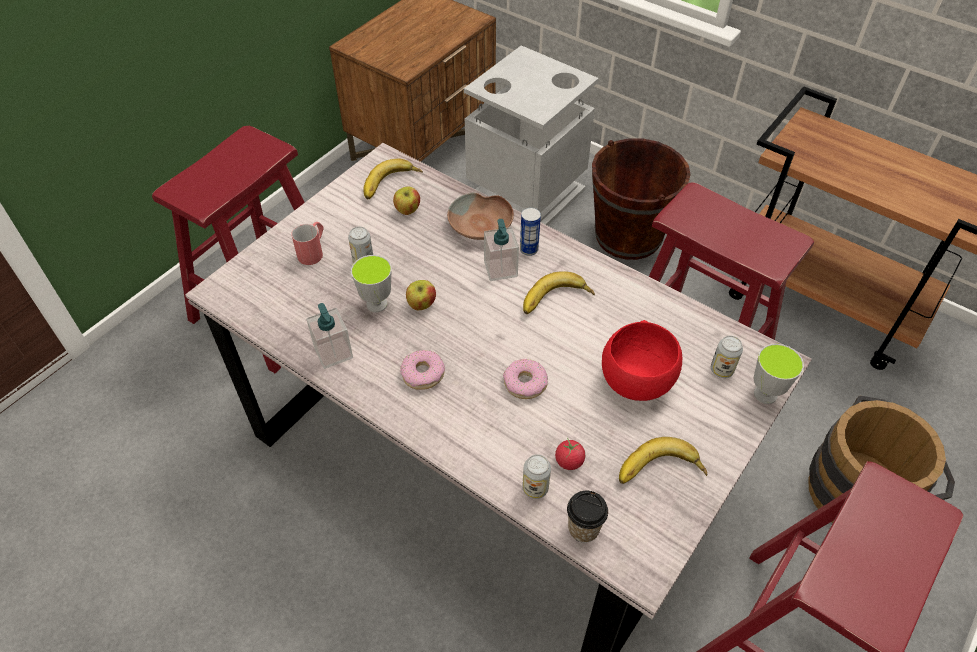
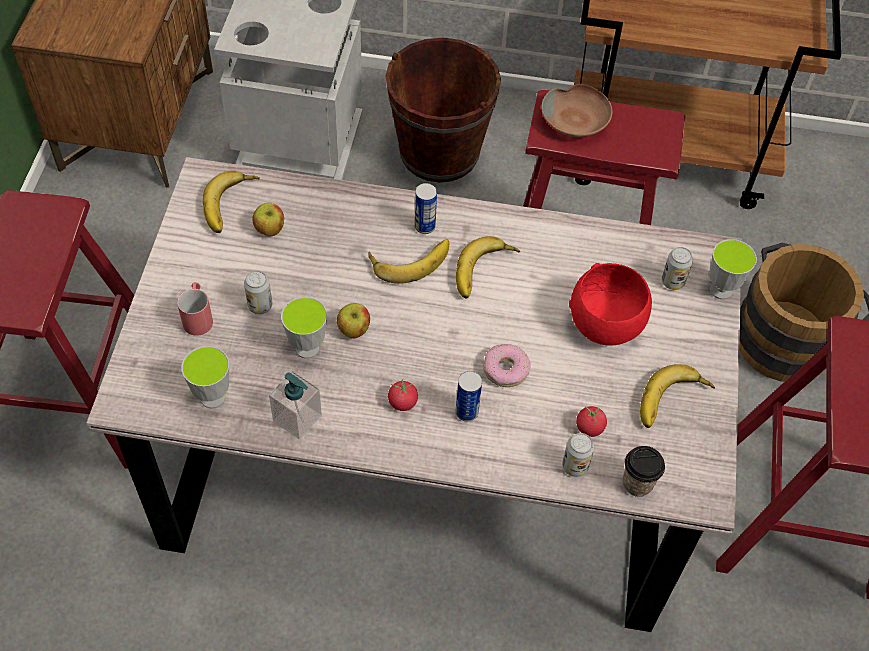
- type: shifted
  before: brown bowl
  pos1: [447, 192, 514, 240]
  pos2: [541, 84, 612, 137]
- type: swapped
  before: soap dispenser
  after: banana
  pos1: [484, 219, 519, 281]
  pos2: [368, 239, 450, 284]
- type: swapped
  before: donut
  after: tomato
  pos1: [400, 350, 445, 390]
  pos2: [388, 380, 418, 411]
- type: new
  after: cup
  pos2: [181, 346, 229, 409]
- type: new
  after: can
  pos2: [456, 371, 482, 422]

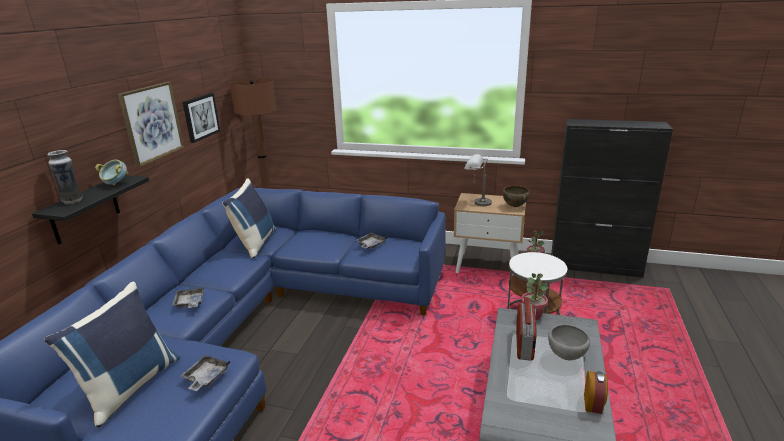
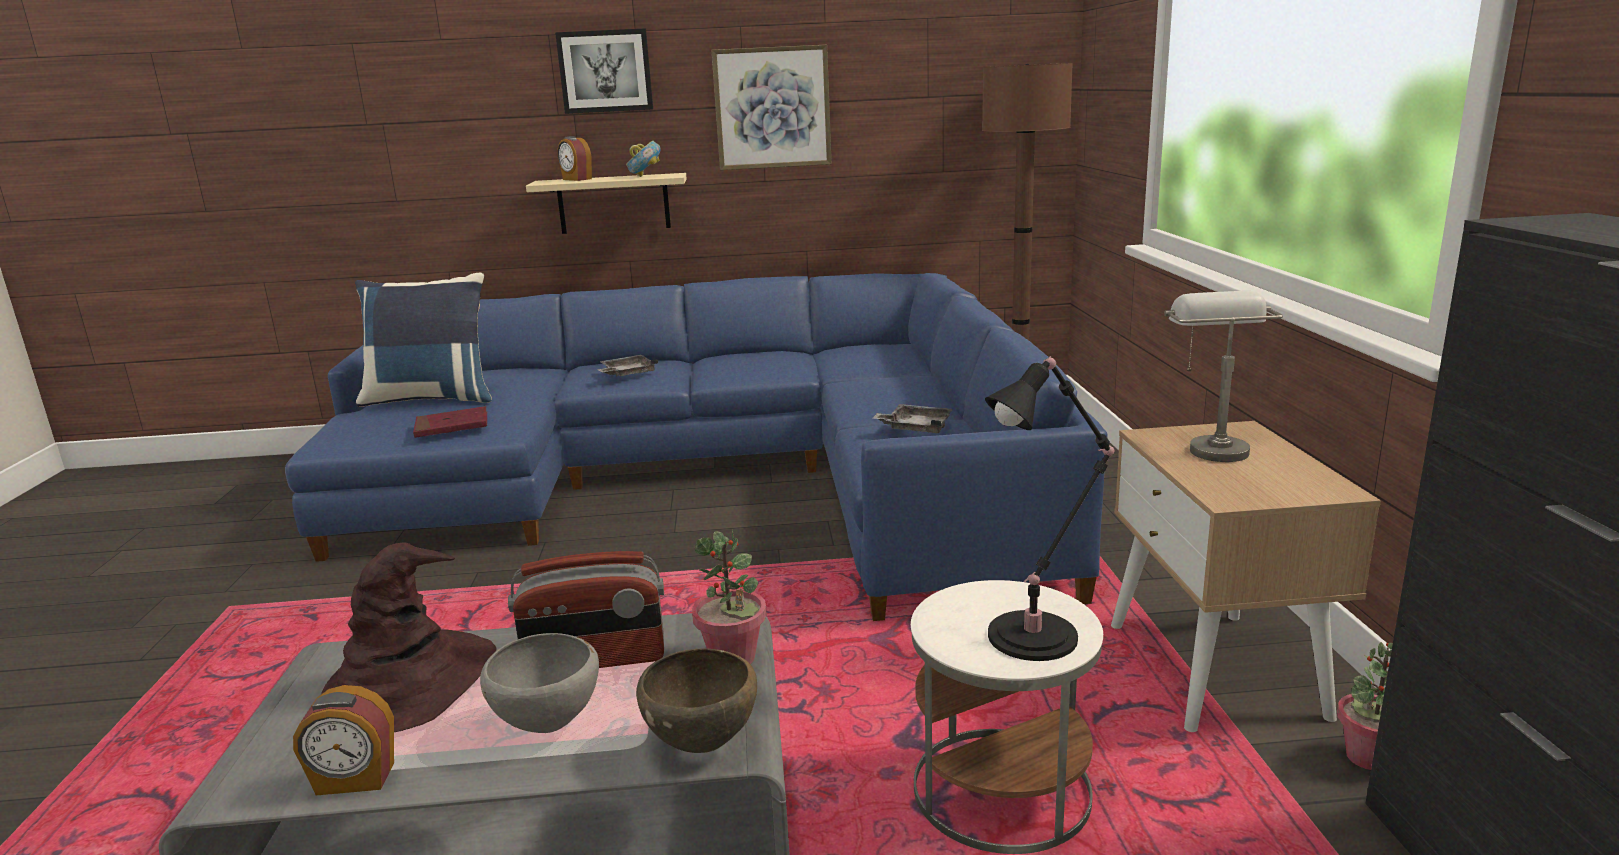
- type: shifted
  before: picture
  pos1: [183, 93, 220, 143]
  pos2: [555, 28, 653, 114]
- type: swapped
  before: vase
  after: alarm clock
  pos1: [47, 150, 83, 204]
  pos2: [557, 136, 592, 181]
- type: repainted
  before: black shelf
  after: beige shelf
  pos1: [32, 175, 149, 245]
  pos2: [526, 173, 687, 234]
- type: gone
  before: blue pillow
  pos1: [222, 178, 276, 259]
- type: shifted
  before: brown bowl
  pos1: [503, 186, 530, 207]
  pos2: [636, 648, 757, 753]
- type: swapped
  before: grey tray
  after: red book
  pos1: [180, 355, 230, 391]
  pos2: [413, 406, 487, 438]
- type: new
  after: black table lamp
  pos2: [985, 356, 1114, 661]
- type: new
  after: brown hat
  pos2: [321, 542, 496, 732]

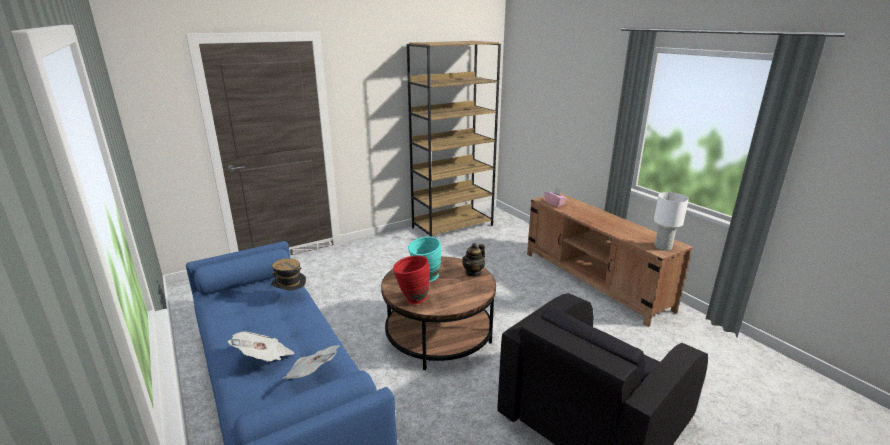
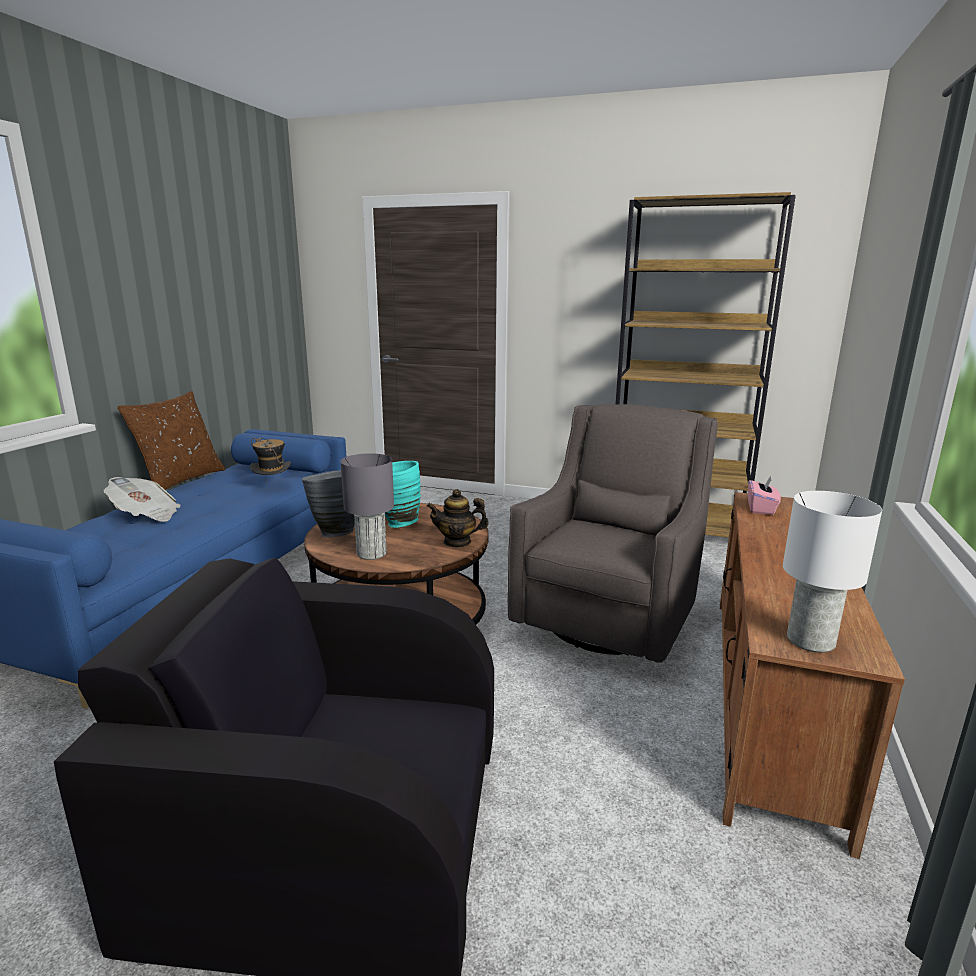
- type: repainted
  before: red vase
  after: grey vase
  pos1: [393, 255, 430, 305]
  pos2: [302, 470, 355, 537]
- type: gone
  before: newspaper
  pos1: [282, 345, 340, 379]
- type: new
  after: brown pillow
  pos2: [118, 391, 225, 490]
- type: new
  after: grey armchair
  pos2: [508, 404, 718, 663]
- type: new
  after: grey table lamp
  pos2: [340, 453, 394, 560]

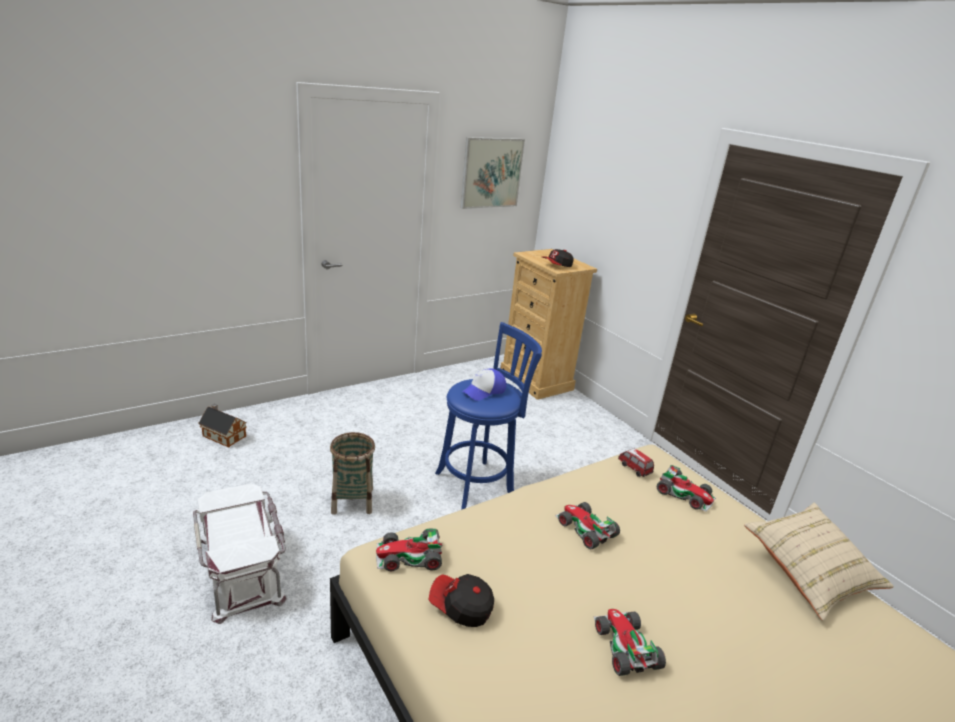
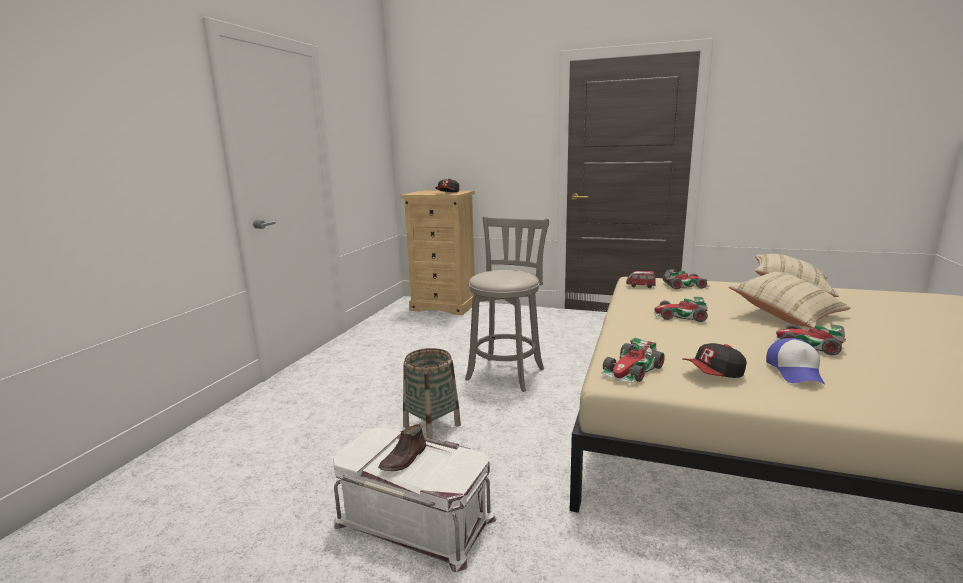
- type: gone
  before: picture
  pos1: [461, 137, 525, 209]
- type: repainted
  before: blue stool
  after: grey stool
  pos1: [435, 322, 542, 510]
  pos2: [465, 216, 549, 392]
- type: shifted
  before: cap
  pos1: [462, 369, 506, 401]
  pos2: [766, 338, 825, 384]
- type: gone
  before: toy house
  pos1: [198, 404, 247, 447]
- type: new
  after: beige pillow
  pos2: [729, 272, 851, 328]
- type: new
  after: brown shoe
  pos2: [378, 424, 427, 471]

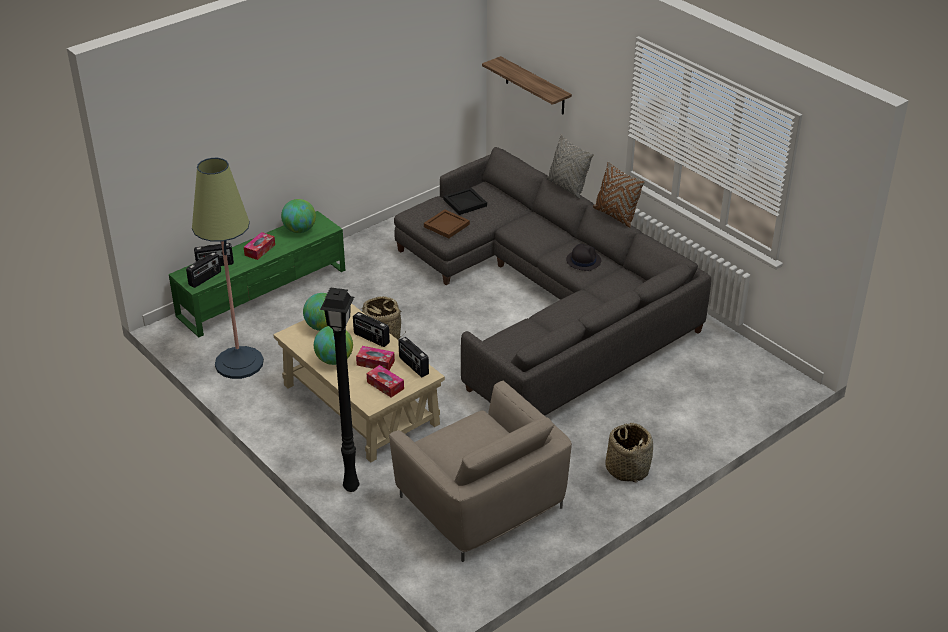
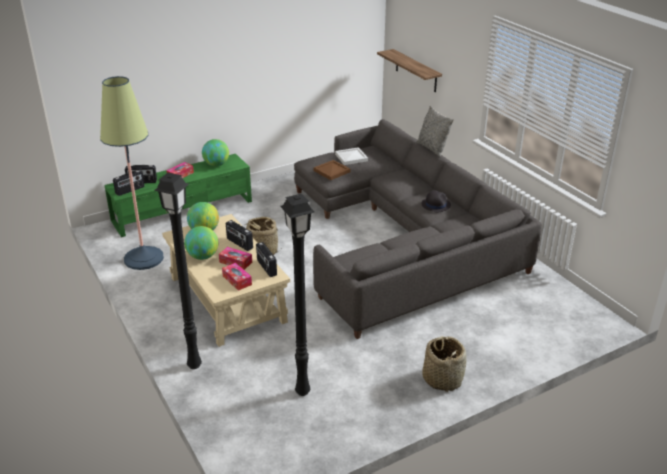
- type: gone
  before: brown pillow
  pos1: [593, 162, 645, 228]
- type: repainted
  before: black tray
  after: white tray
  pos1: [443, 188, 487, 215]
  pos2: [335, 147, 368, 165]
- type: swapped
  before: beige armchair
  after: black floor lamp
  pos1: [389, 381, 572, 562]
  pos2: [280, 194, 315, 396]

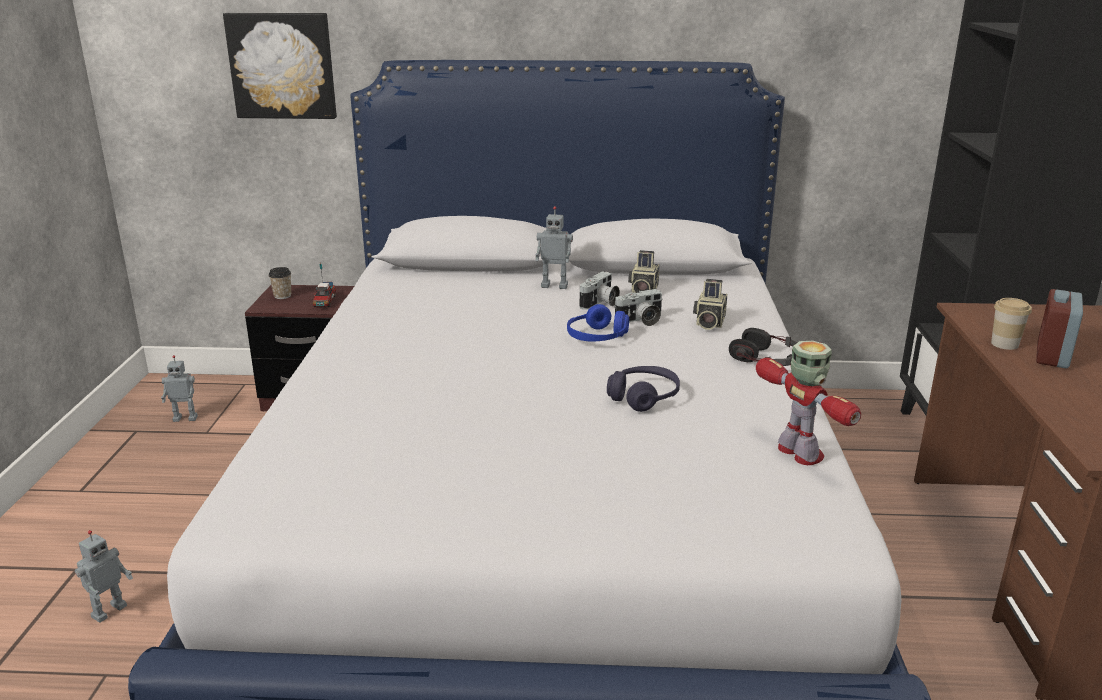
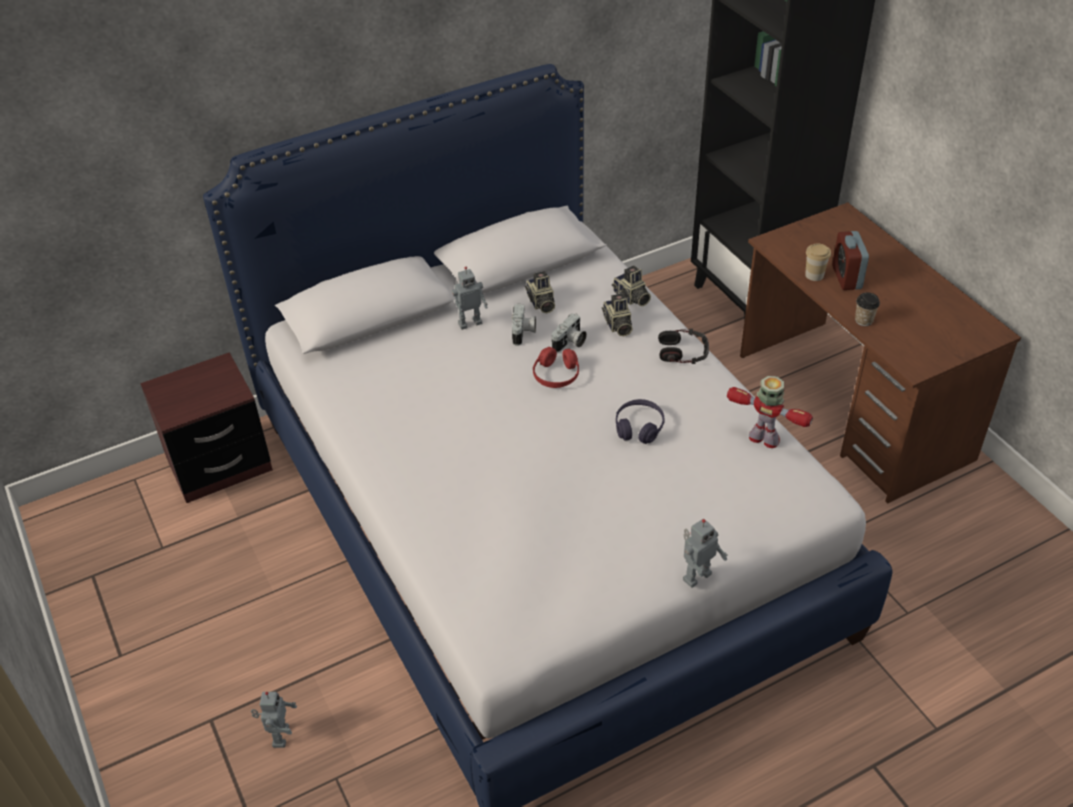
- type: gone
  before: picture
  pos1: [223, 13, 337, 119]
- type: gone
  before: toy truck
  pos1: [313, 262, 336, 307]
- type: shifted
  before: cup
  pos1: [269, 267, 291, 299]
  pos2: [855, 292, 880, 326]
- type: repainted
  before: blue headphones
  after: red headphones
  pos1: [567, 304, 629, 341]
  pos2: [533, 347, 579, 388]
- type: shifted
  before: toy robot
  pos1: [161, 355, 198, 422]
  pos2: [683, 519, 728, 588]
- type: new
  after: photo camera
  pos2: [612, 265, 651, 306]

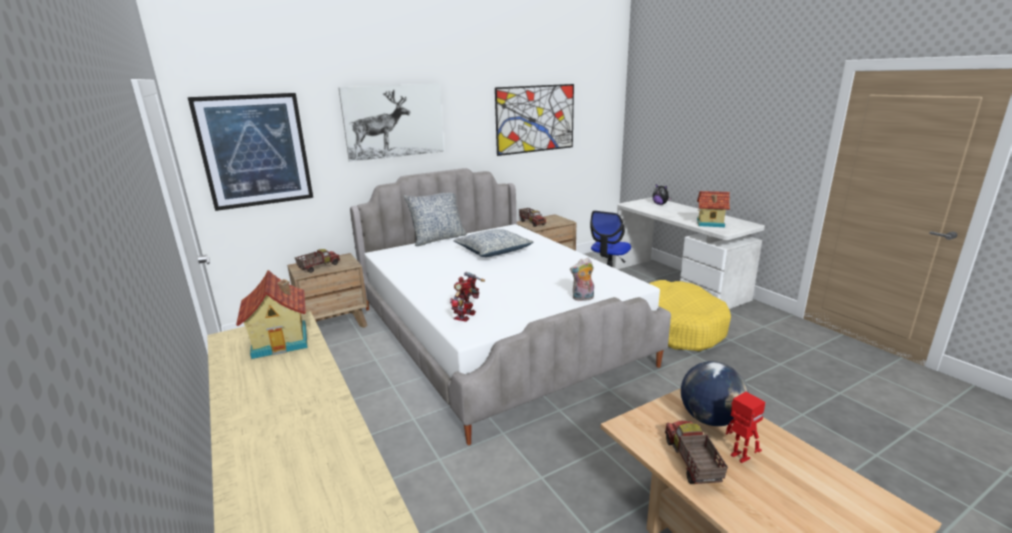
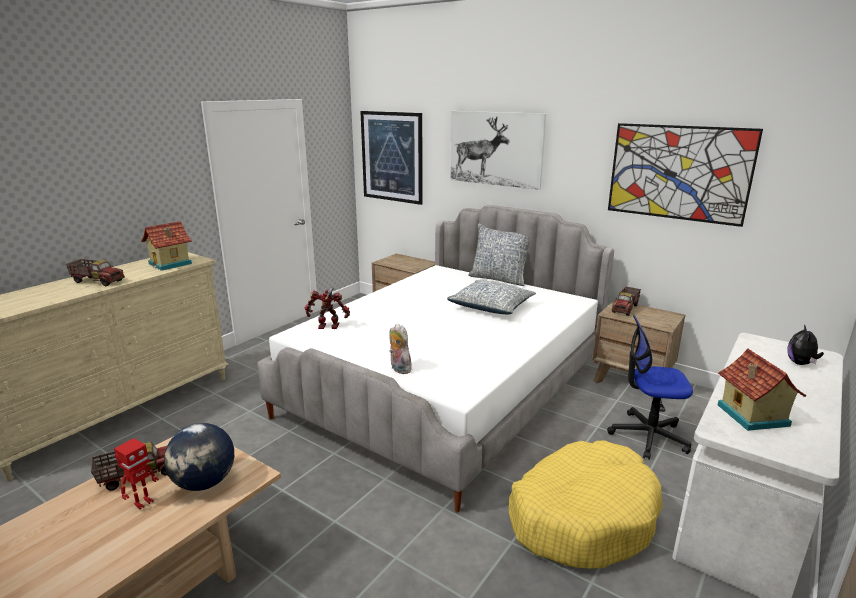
- type: shifted
  before: toy truck
  pos1: [295, 249, 340, 273]
  pos2: [66, 259, 125, 286]

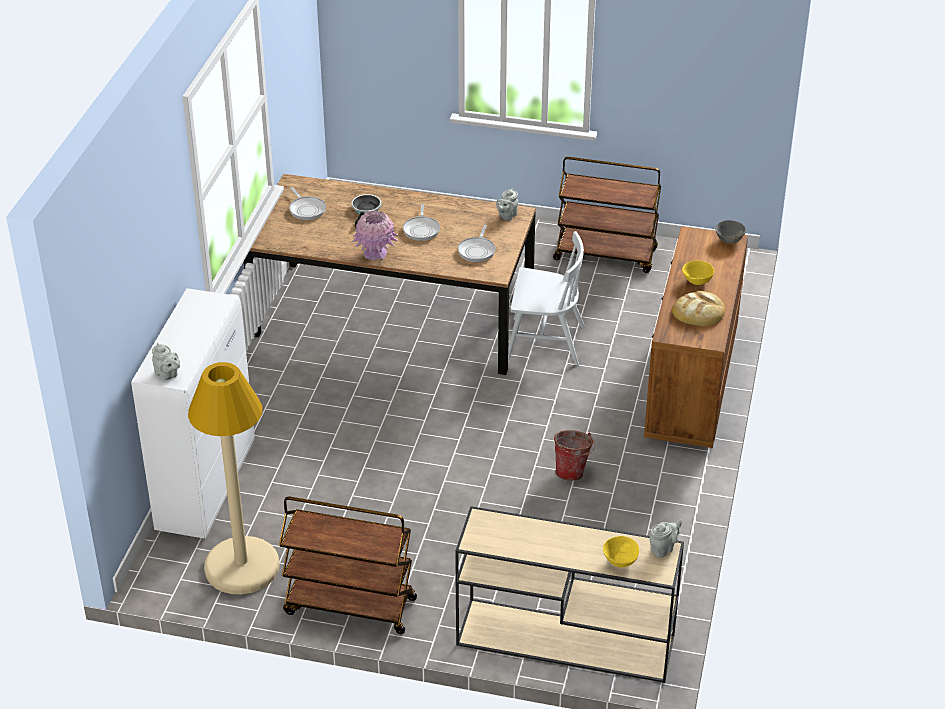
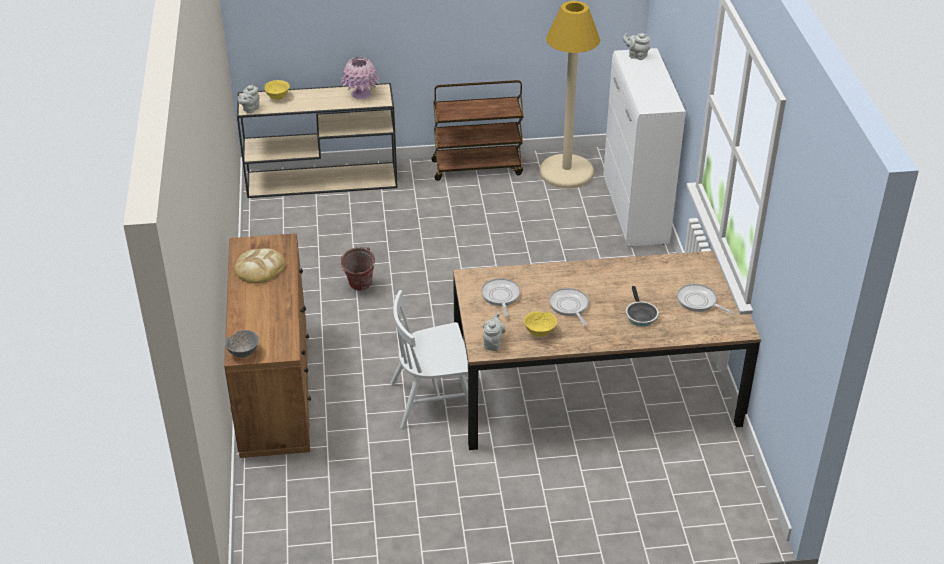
- type: gone
  before: brown cart
  pos1: [553, 157, 661, 273]
- type: shifted
  before: pink vase
  pos1: [352, 211, 398, 261]
  pos2: [341, 57, 380, 100]
- type: shifted
  before: yellow bowl
  pos1: [682, 260, 714, 285]
  pos2: [524, 311, 557, 337]

